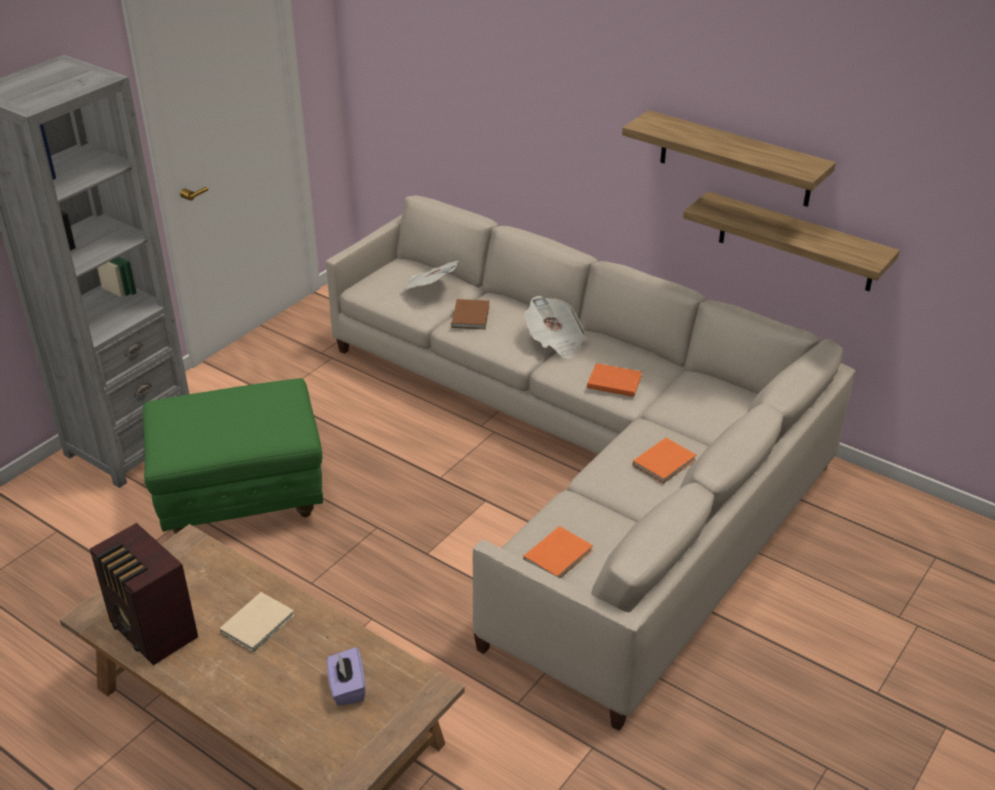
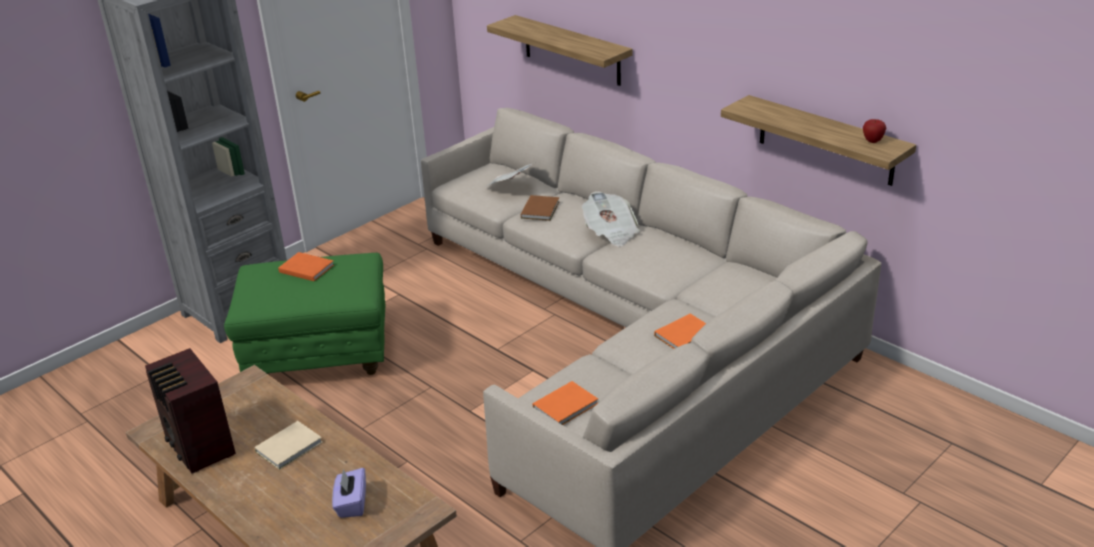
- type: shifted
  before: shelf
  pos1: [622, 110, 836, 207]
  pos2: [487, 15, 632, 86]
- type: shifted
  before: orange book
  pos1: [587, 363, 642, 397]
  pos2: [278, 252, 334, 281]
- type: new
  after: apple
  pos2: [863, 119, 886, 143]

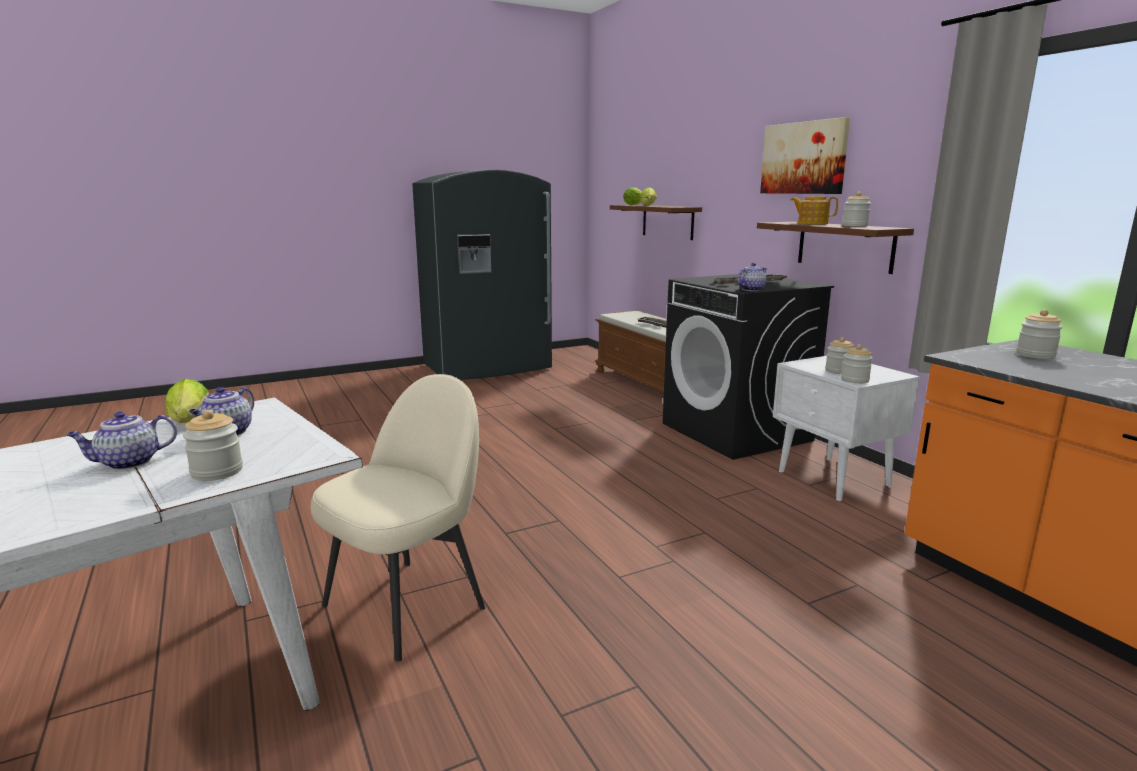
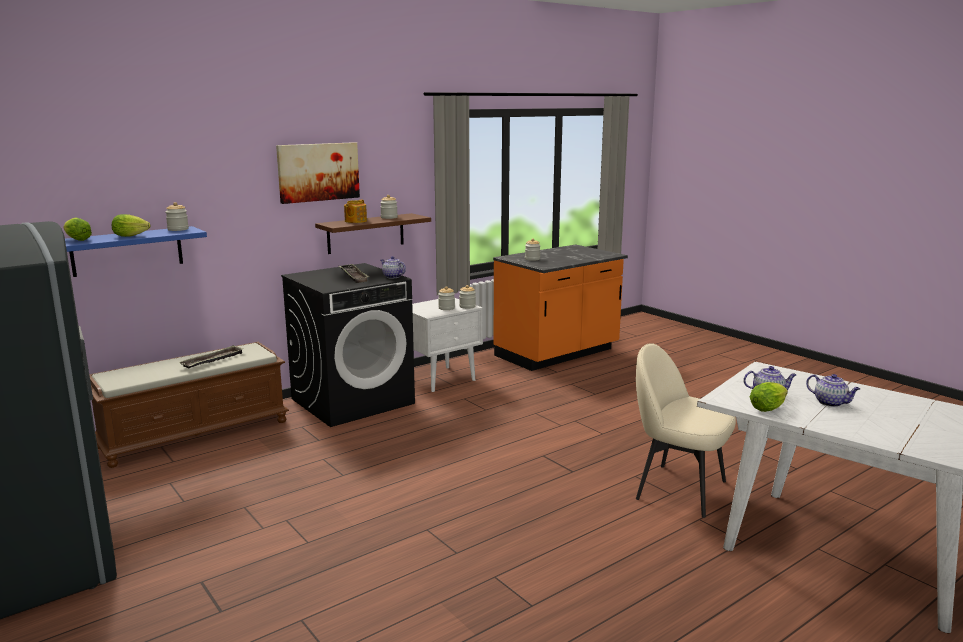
- type: repainted
  before: brown shelf
  after: blue shelf
  pos1: [610, 205, 702, 240]
  pos2: [65, 226, 207, 277]
- type: shifted
  before: jar
  pos1: [183, 410, 243, 481]
  pos2: [166, 202, 189, 231]

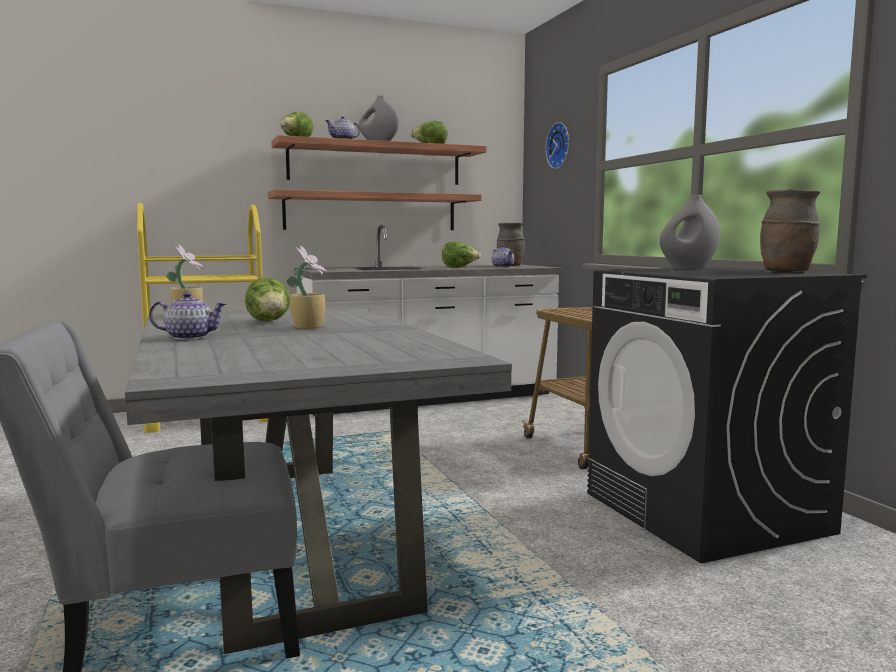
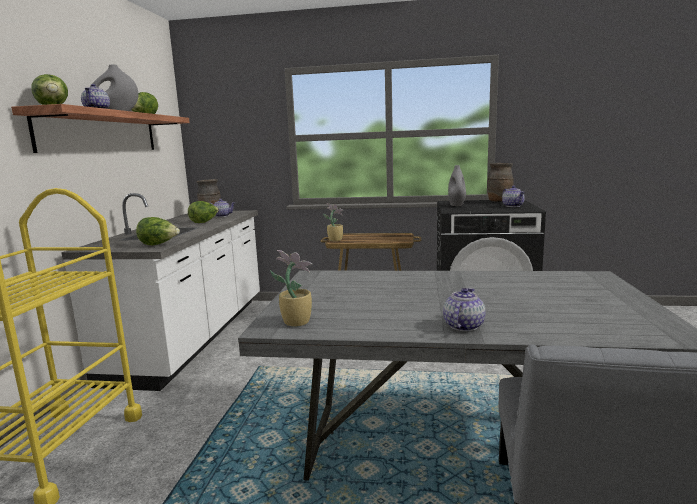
- type: gone
  before: wall clock
  pos1: [545, 122, 569, 169]
- type: gone
  before: shelf
  pos1: [268, 189, 481, 230]
- type: shifted
  before: potted plant
  pos1: [286, 245, 327, 329]
  pos2: [323, 203, 343, 241]
- type: shifted
  before: lettuce
  pos1: [245, 278, 290, 322]
  pos2: [136, 217, 180, 245]
- type: new
  after: teapot
  pos2: [502, 186, 525, 207]

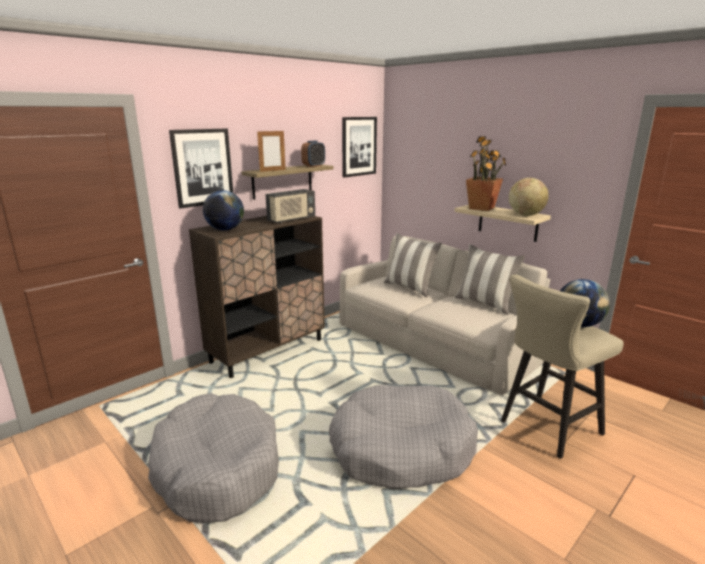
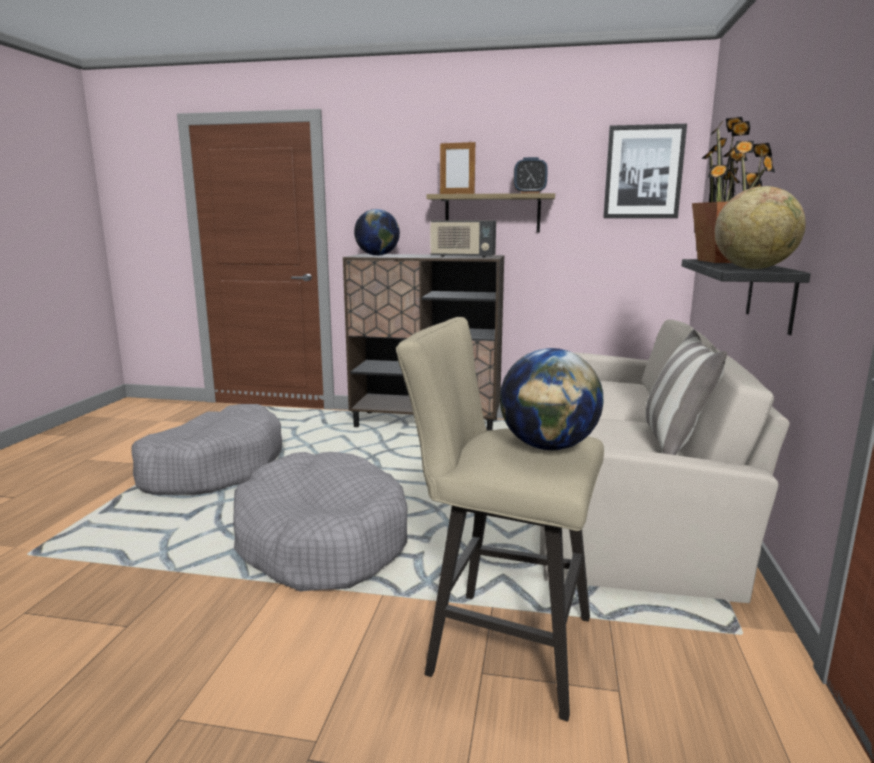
- type: gone
  before: picture
  pos1: [169, 129, 233, 209]
- type: repainted
  before: beige shelf
  after: black shelf
  pos1: [454, 205, 551, 242]
  pos2: [681, 259, 811, 335]
- type: gone
  before: pillow
  pos1: [384, 233, 442, 297]

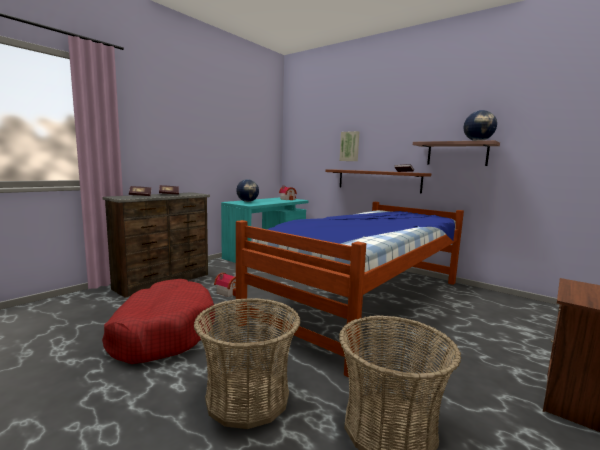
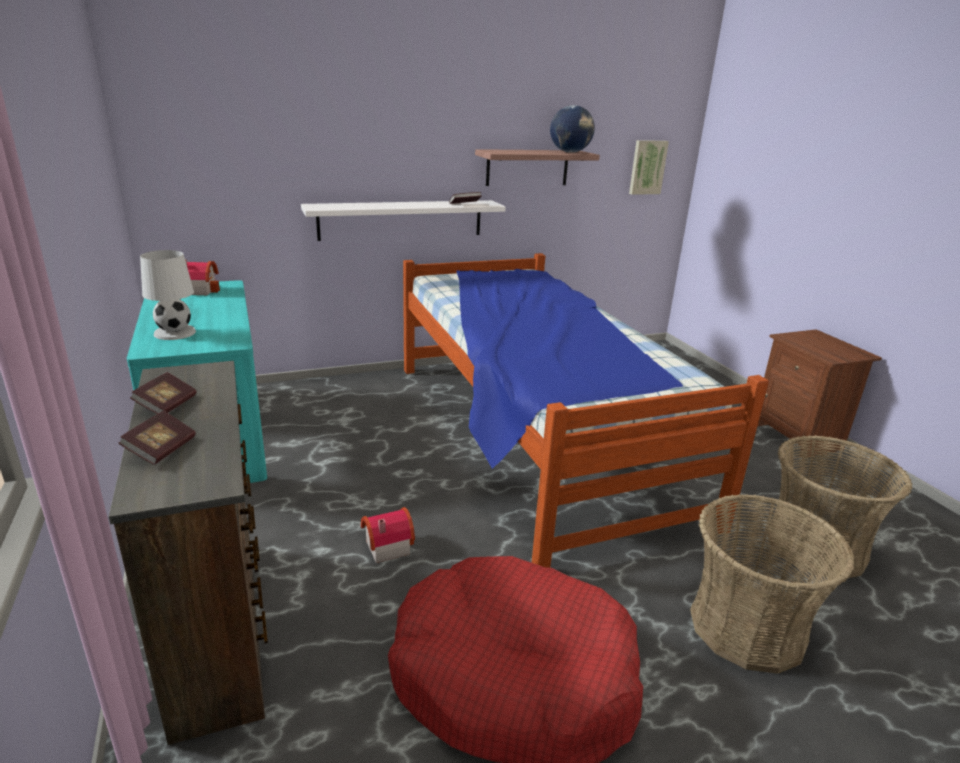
- type: shifted
  before: picture
  pos1: [340, 131, 359, 161]
  pos2: [629, 140, 669, 195]
- type: repainted
  before: brown shelf
  after: white shelf
  pos1: [325, 169, 431, 194]
  pos2: [301, 200, 506, 241]
- type: swapped
  before: globe
  after: white table lamp
  pos1: [236, 179, 259, 202]
  pos2: [140, 250, 196, 340]

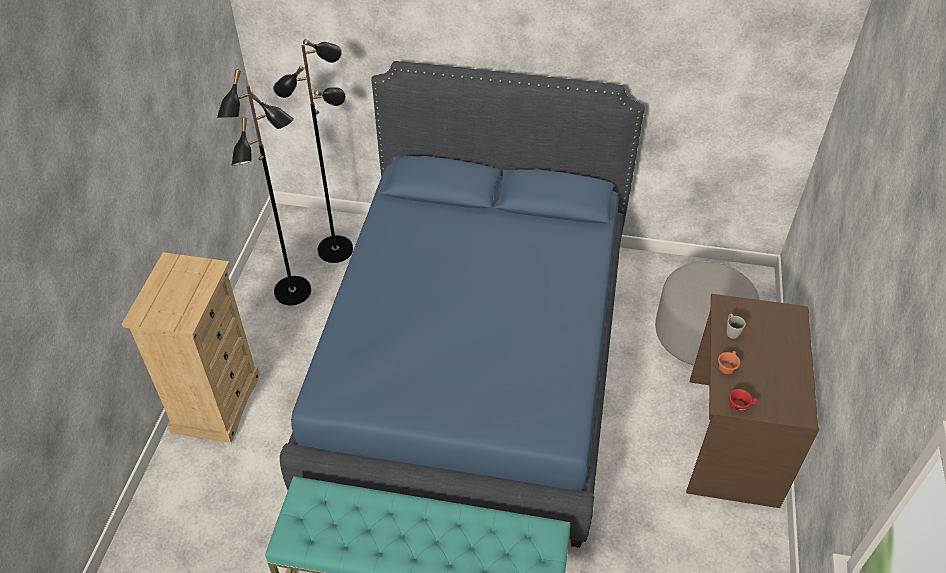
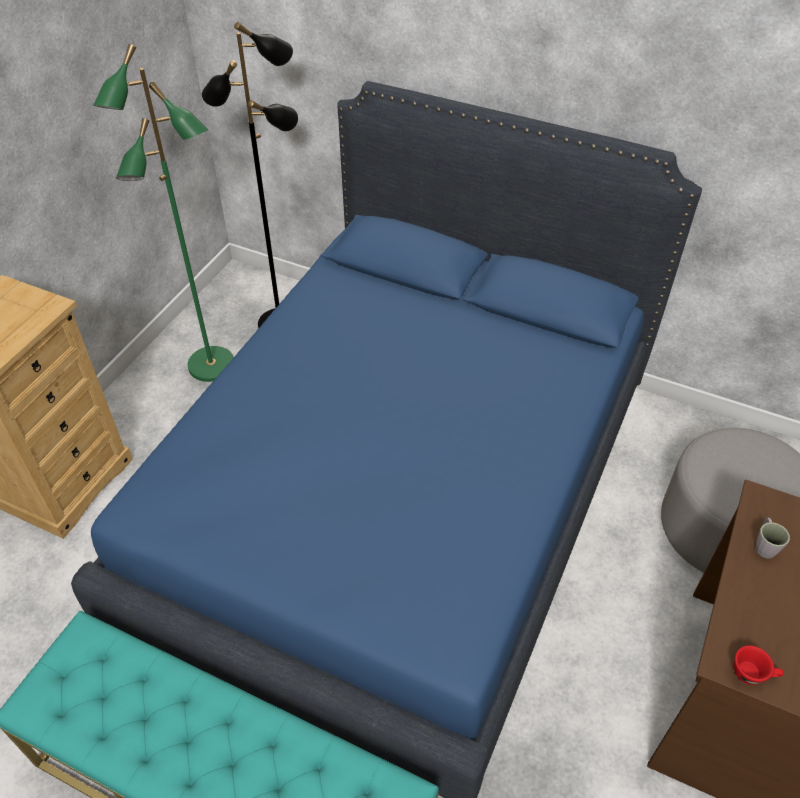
- type: repainted
  before: black floor lamp
  after: green floor lamp
  pos1: [217, 69, 311, 305]
  pos2: [93, 44, 234, 382]
- type: gone
  before: orange cup
  pos1: [718, 351, 740, 374]

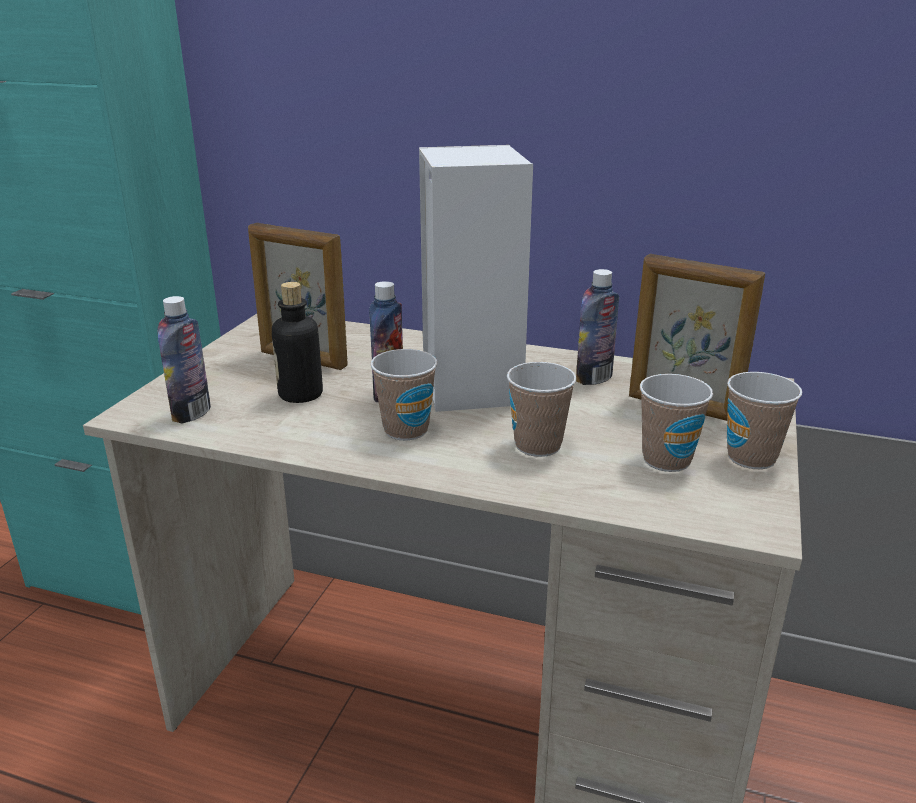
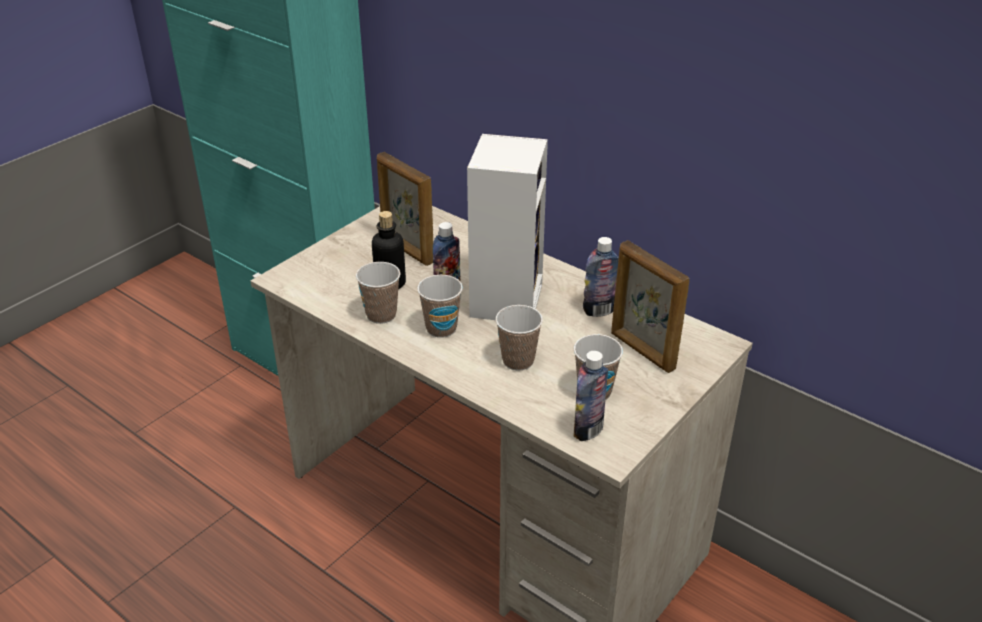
- type: shifted
  before: bottle
  pos1: [157, 296, 211, 424]
  pos2: [574, 351, 608, 441]
- type: shifted
  before: cup
  pos1: [727, 372, 802, 469]
  pos2: [356, 262, 401, 324]

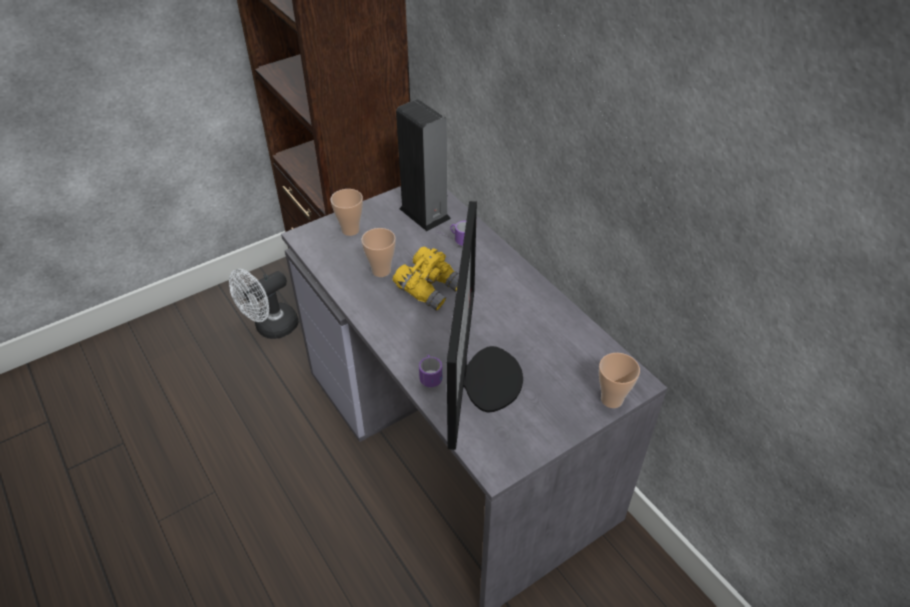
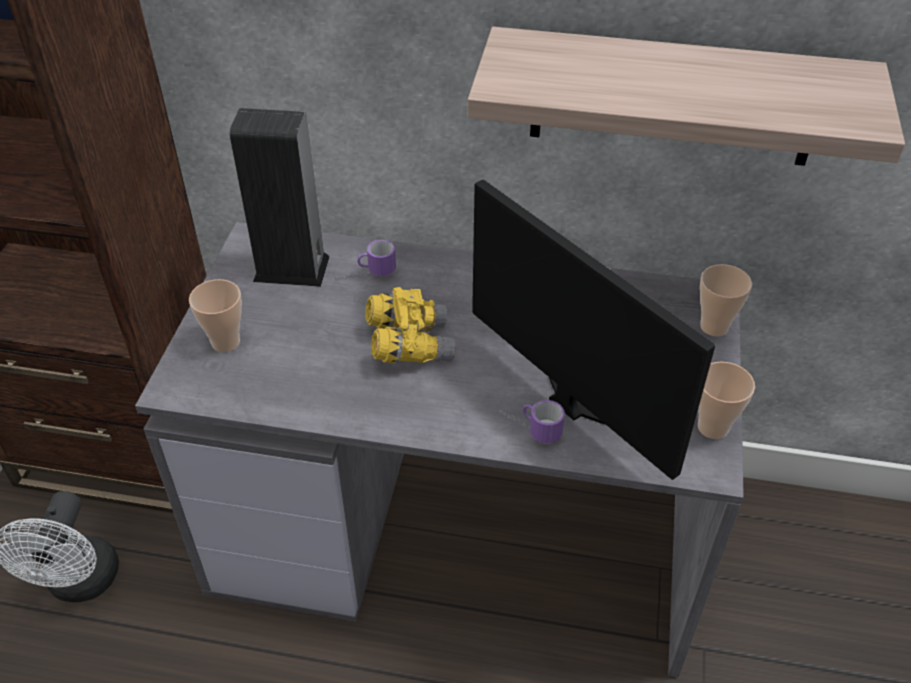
- type: shifted
  before: cup
  pos1: [361, 228, 396, 277]
  pos2: [698, 362, 755, 439]
- type: new
  after: shelf
  pos2: [467, 27, 905, 166]

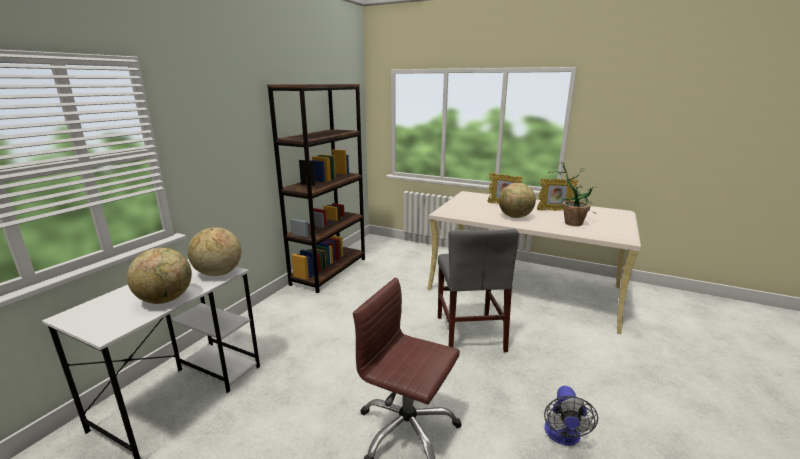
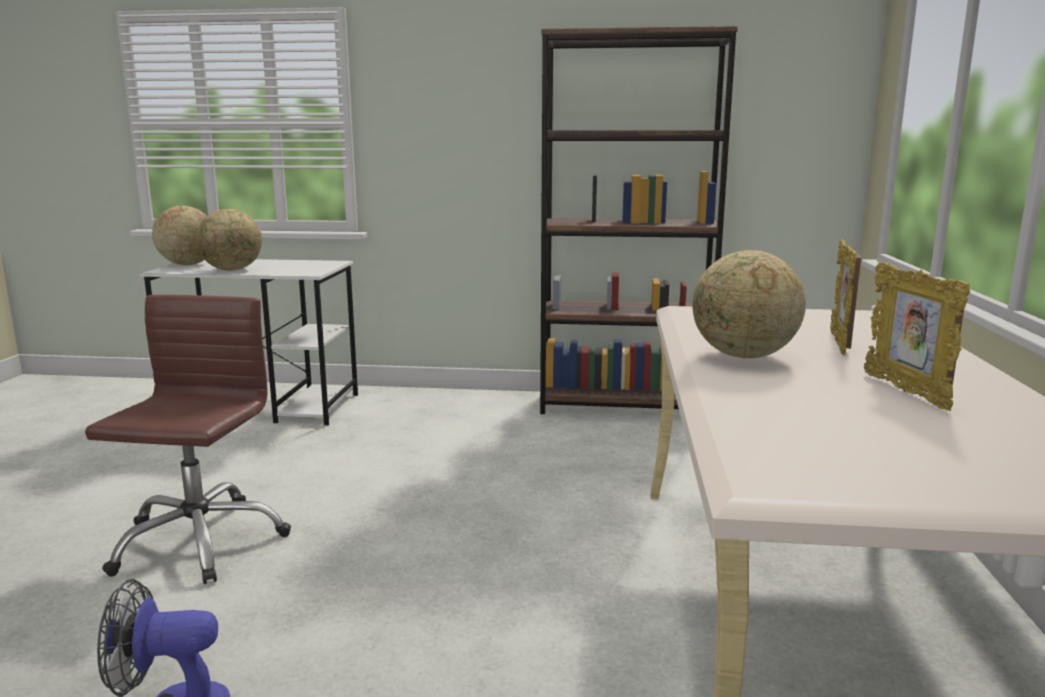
- type: gone
  before: potted plant
  pos1: [547, 162, 597, 226]
- type: shifted
  before: globe
  pos1: [188, 227, 241, 276]
  pos2: [152, 206, 207, 265]
- type: gone
  before: grey chair
  pos1: [438, 229, 519, 352]

